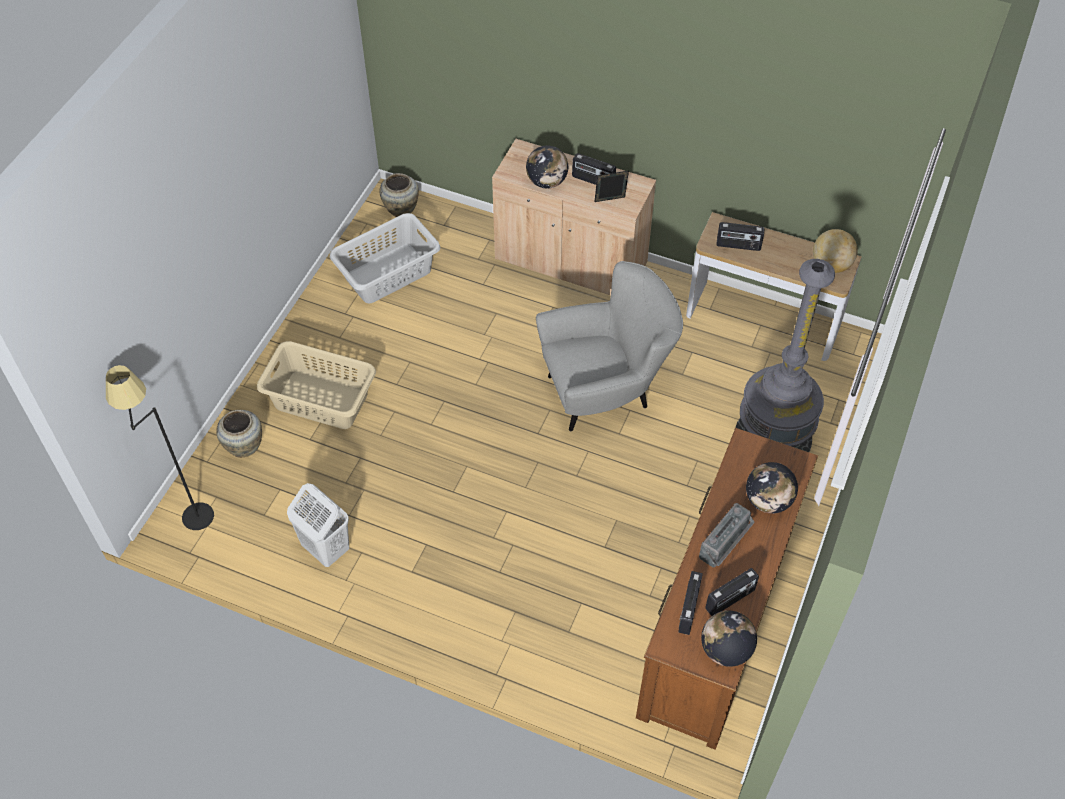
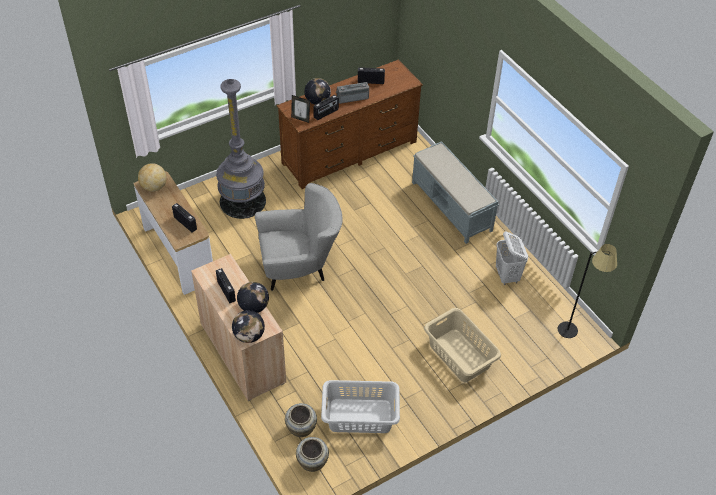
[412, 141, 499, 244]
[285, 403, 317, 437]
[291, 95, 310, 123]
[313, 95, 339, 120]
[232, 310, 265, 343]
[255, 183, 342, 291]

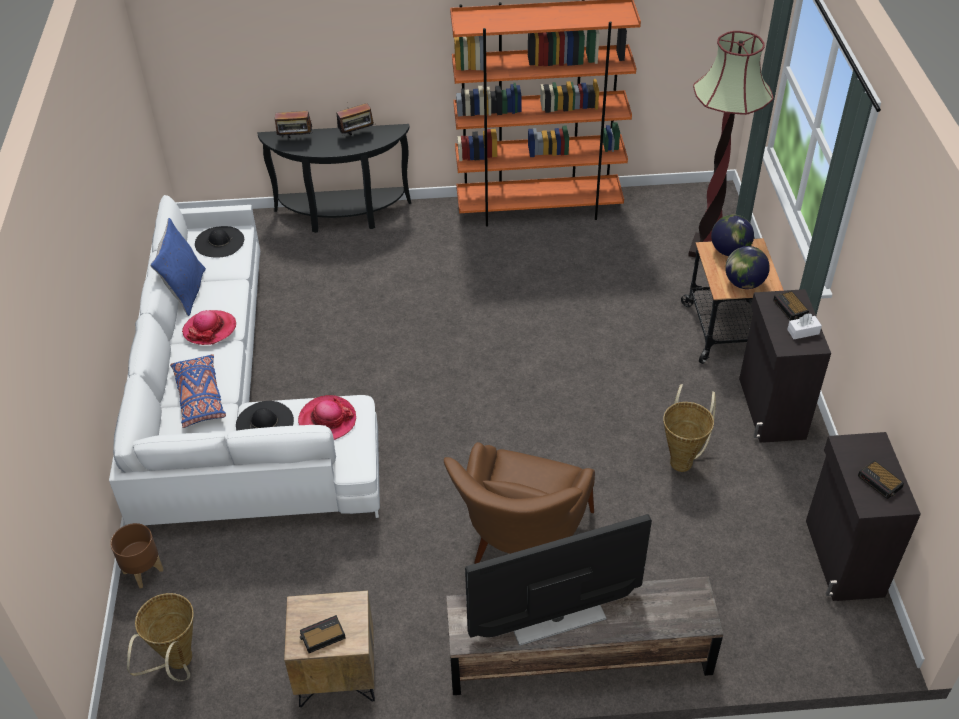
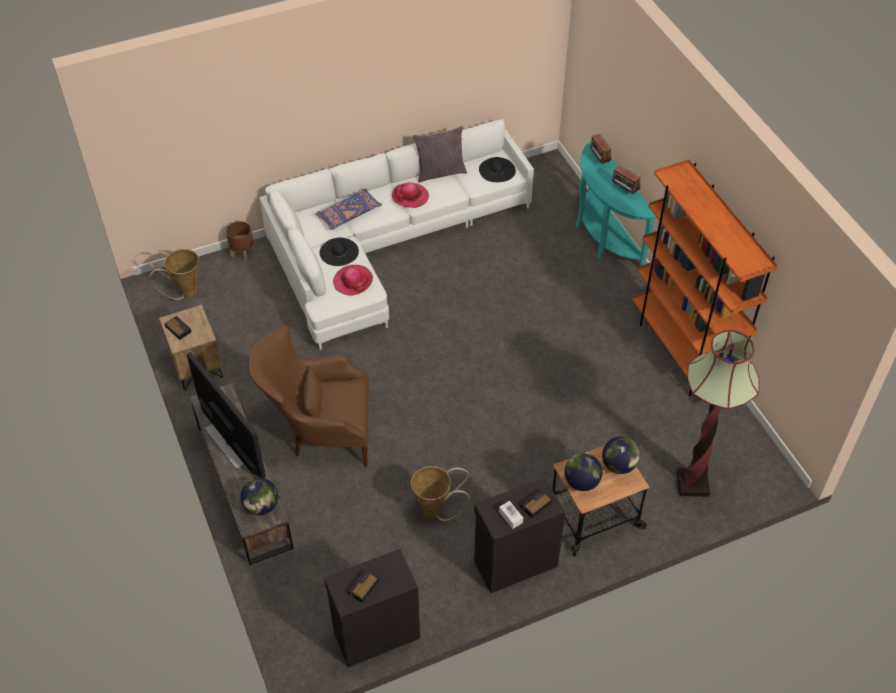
[240, 478, 278, 515]
[413, 126, 467, 182]
[576, 141, 657, 266]

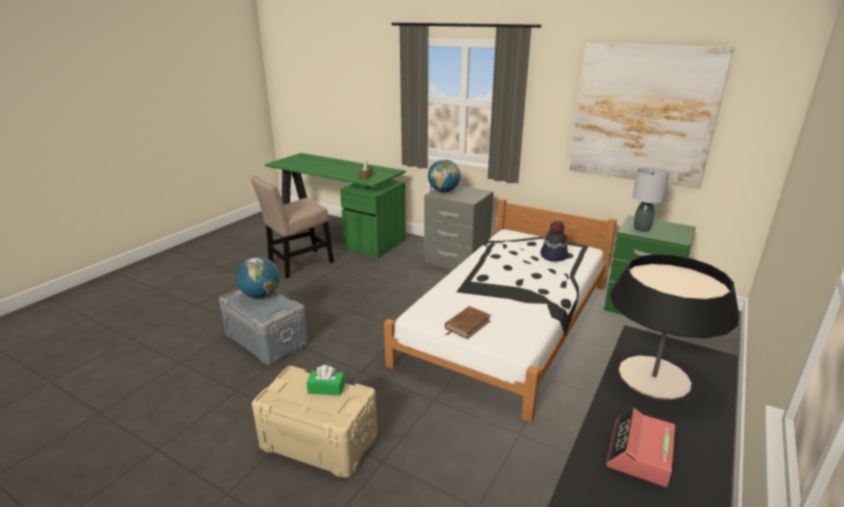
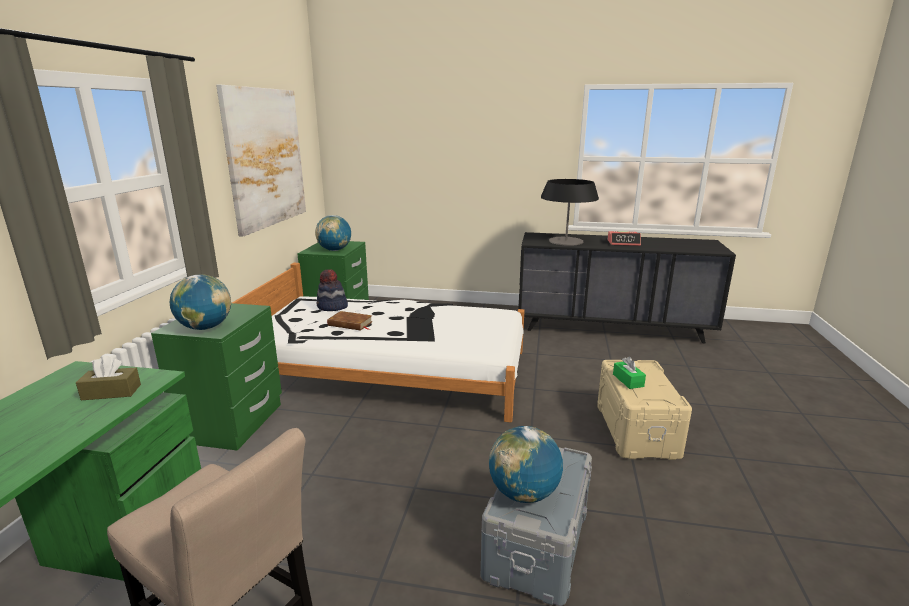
[327, 311, 373, 331]
[315, 215, 351, 251]
[151, 303, 282, 451]

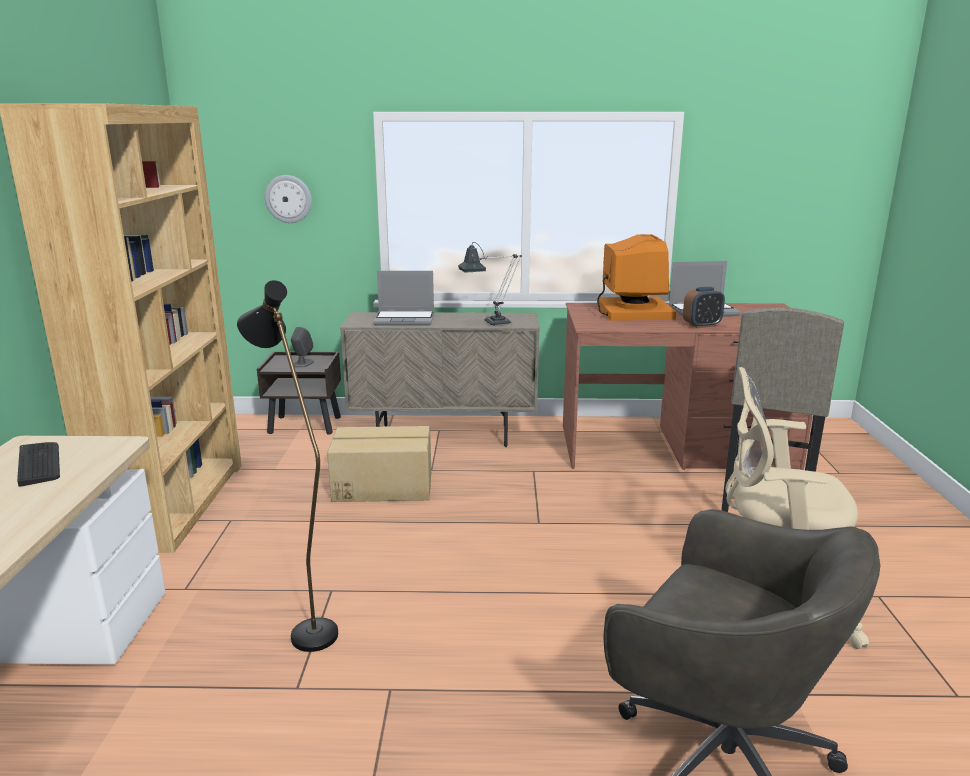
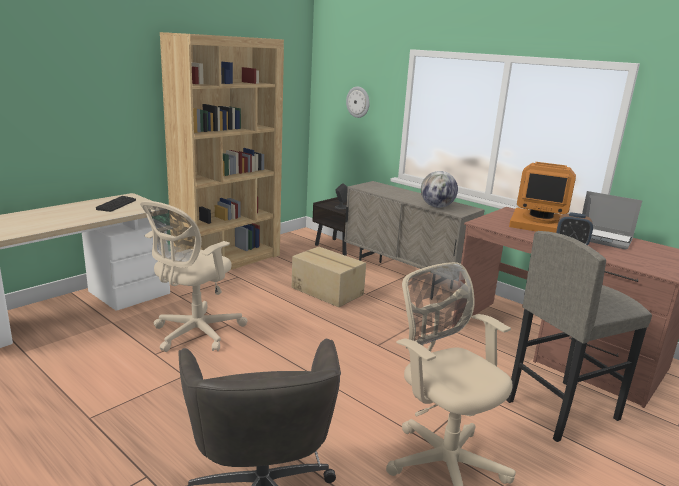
[373, 271, 434, 325] (first image)
[140, 201, 248, 352]
[421, 171, 458, 208]
[509, 162, 576, 233]

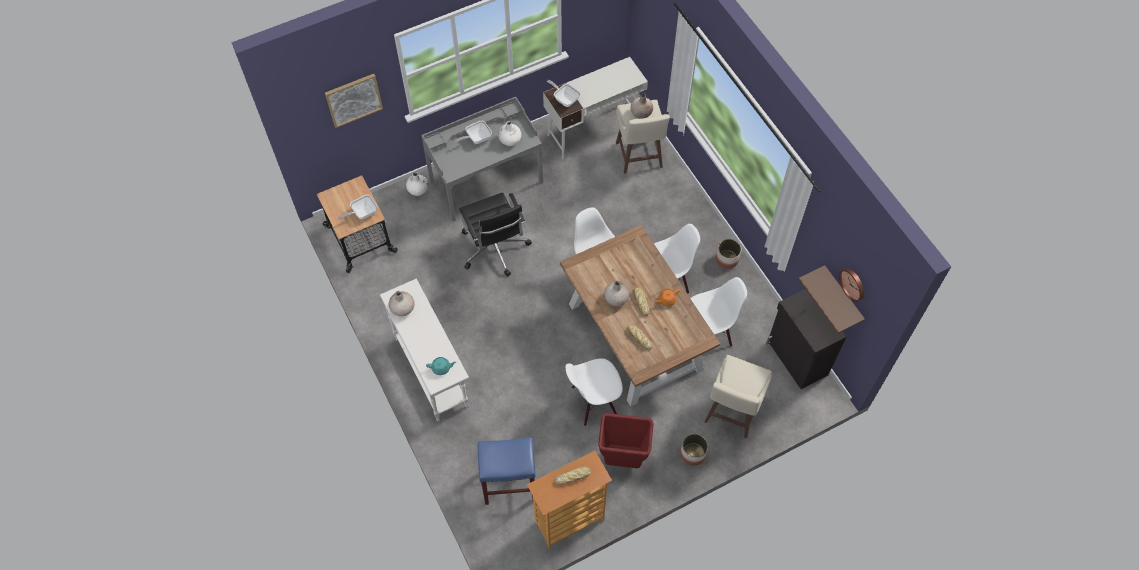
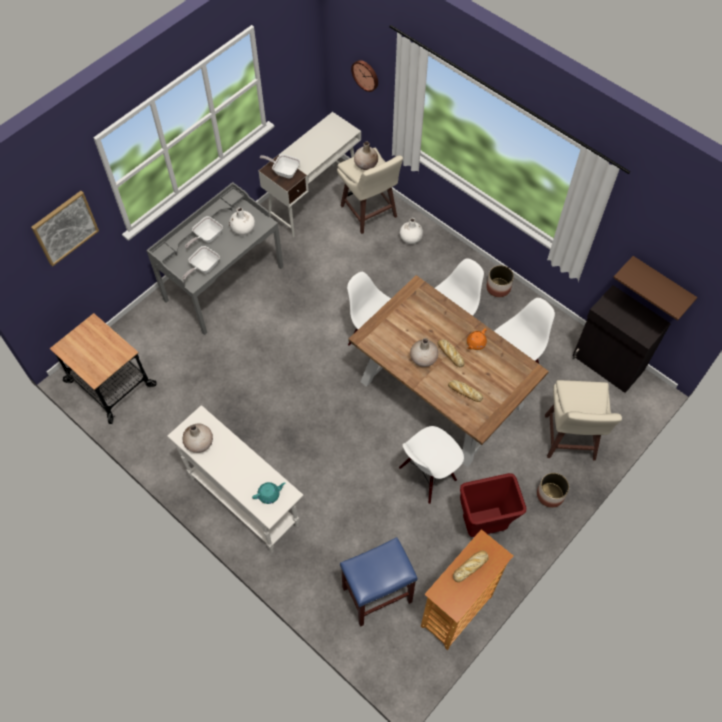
[459, 193, 532, 276] (first image)
[182, 246, 220, 280]
[400, 218, 423, 244]
[351, 60, 378, 92]

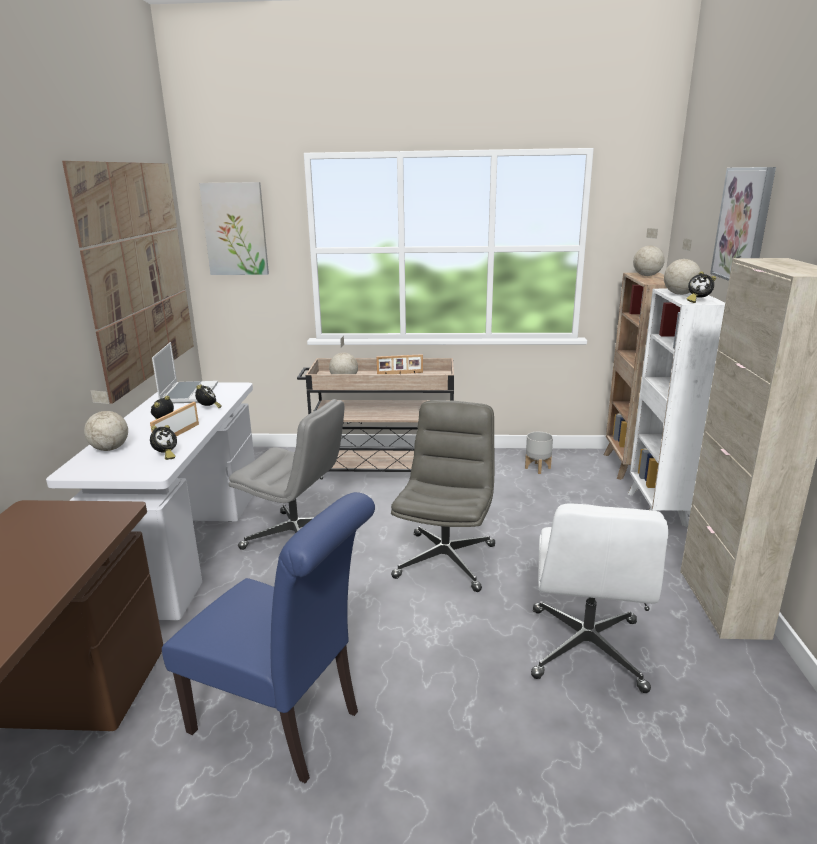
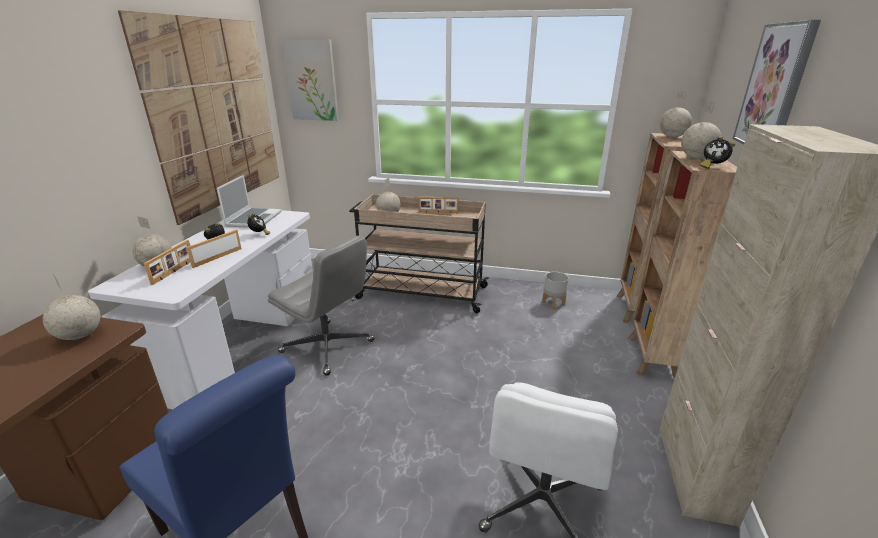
[150, 425, 177, 460] (first image)
[391, 400, 495, 592] (first image)
[43, 274, 100, 340]
[144, 240, 190, 285]
[628, 151, 737, 379]

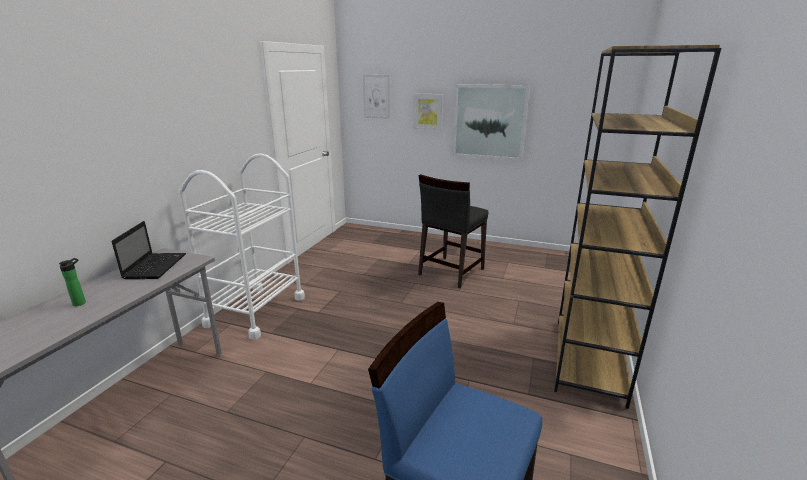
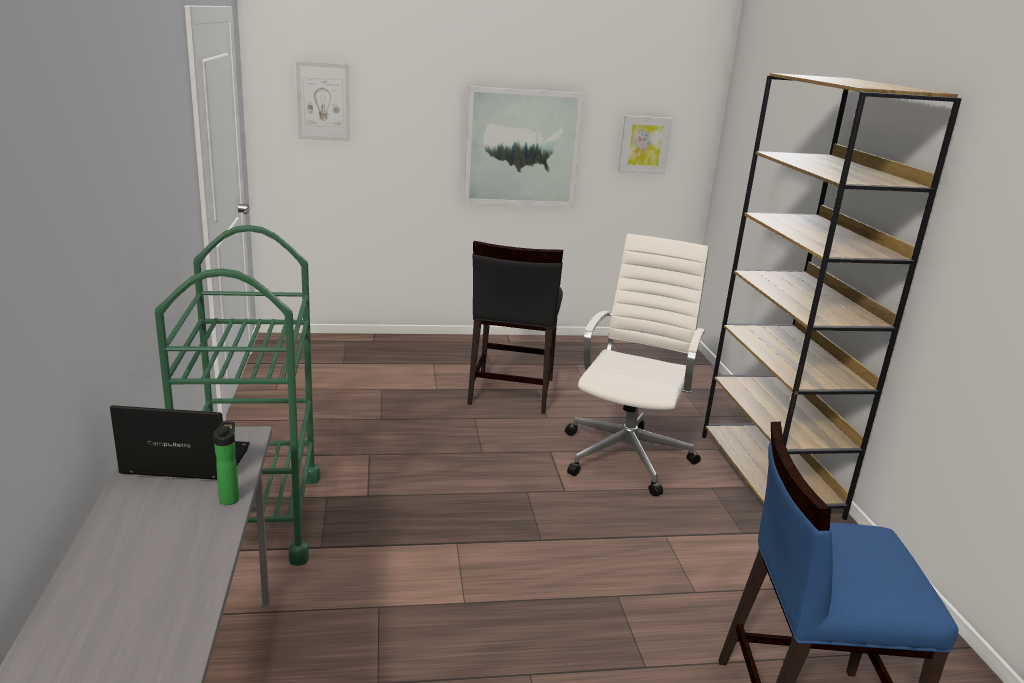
[565, 234, 709, 496]
[213, 421, 239, 505]
[618, 115, 672, 174]
[155, 225, 320, 566]
[110, 405, 250, 480]

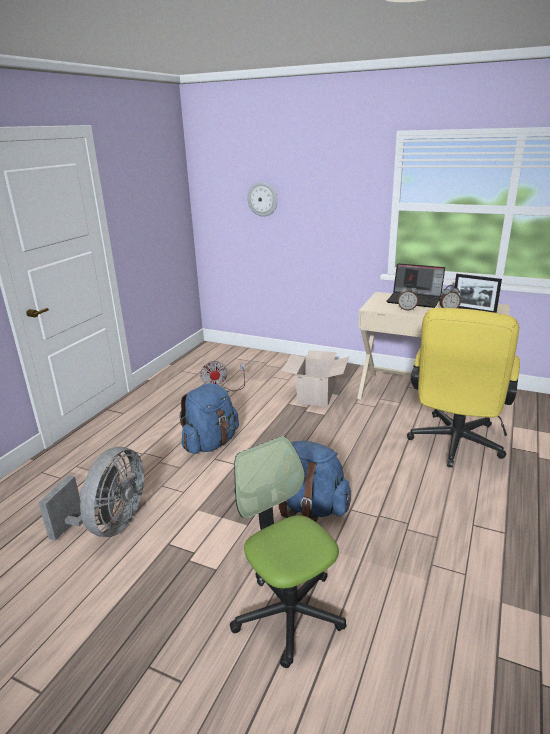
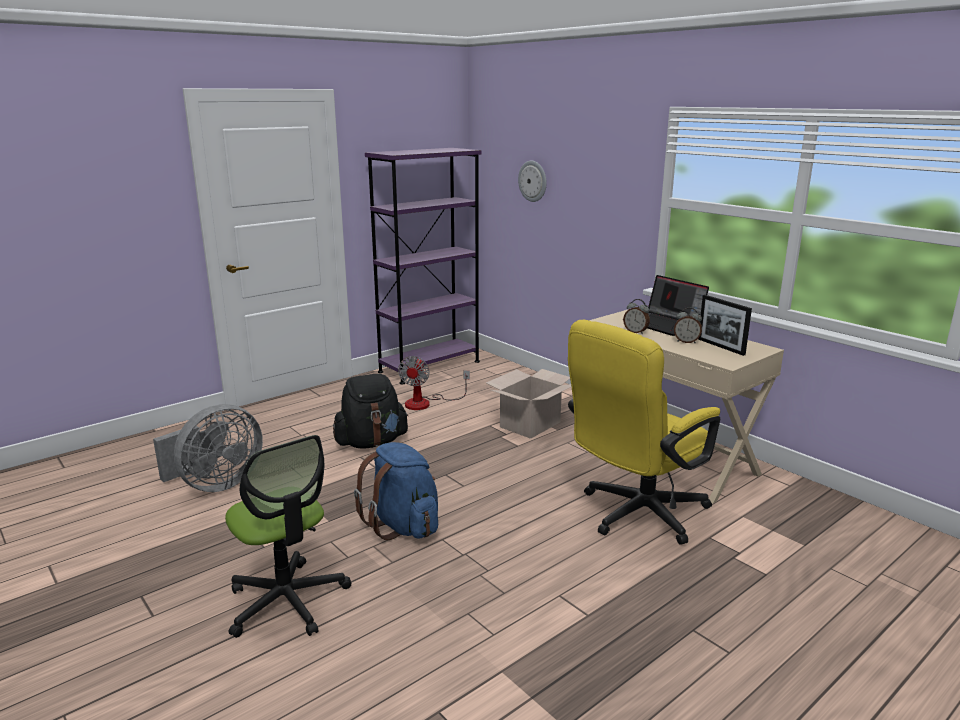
[365, 148, 481, 384]
[333, 374, 408, 448]
[225, 435, 352, 638]

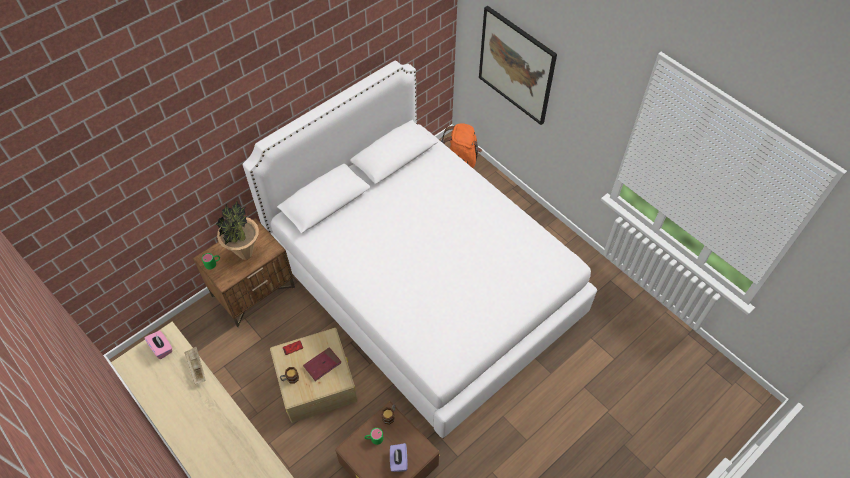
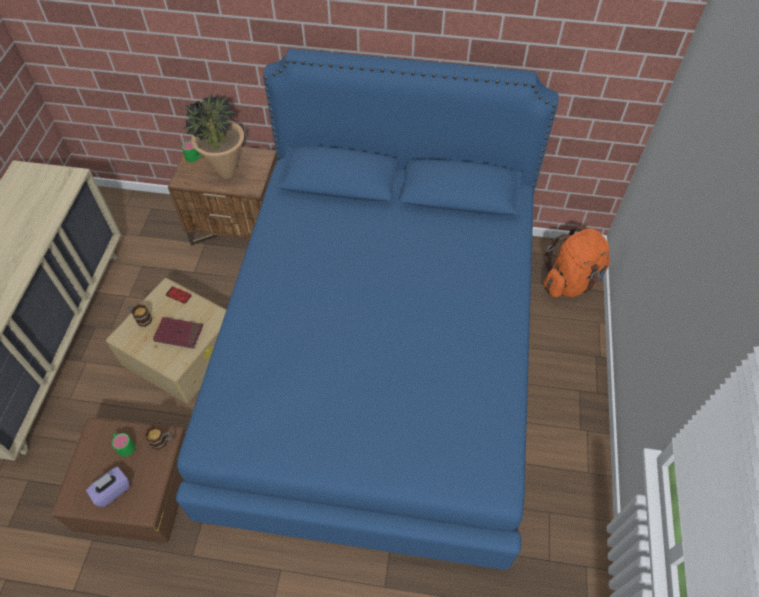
[145, 330, 172, 359] (first image)
[185, 347, 206, 384] (first image)
[479, 6, 557, 125] (first image)
[176, 48, 558, 570]

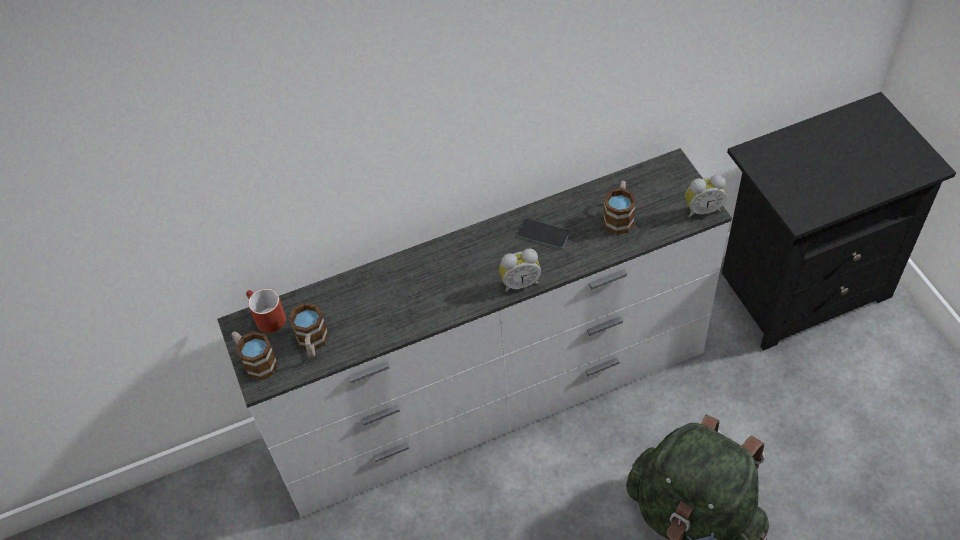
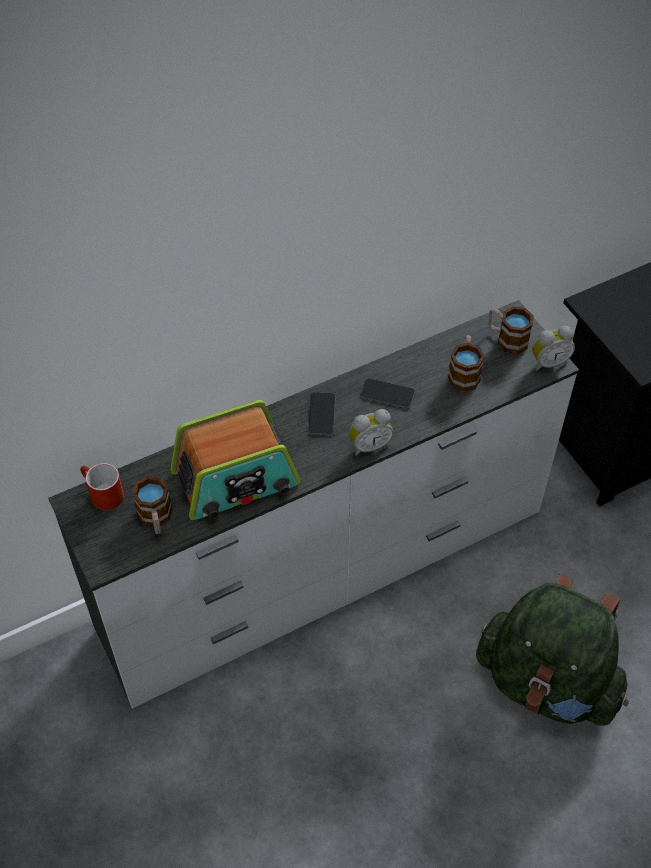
[170, 400, 301, 520]
[308, 392, 336, 435]
[488, 306, 534, 354]

